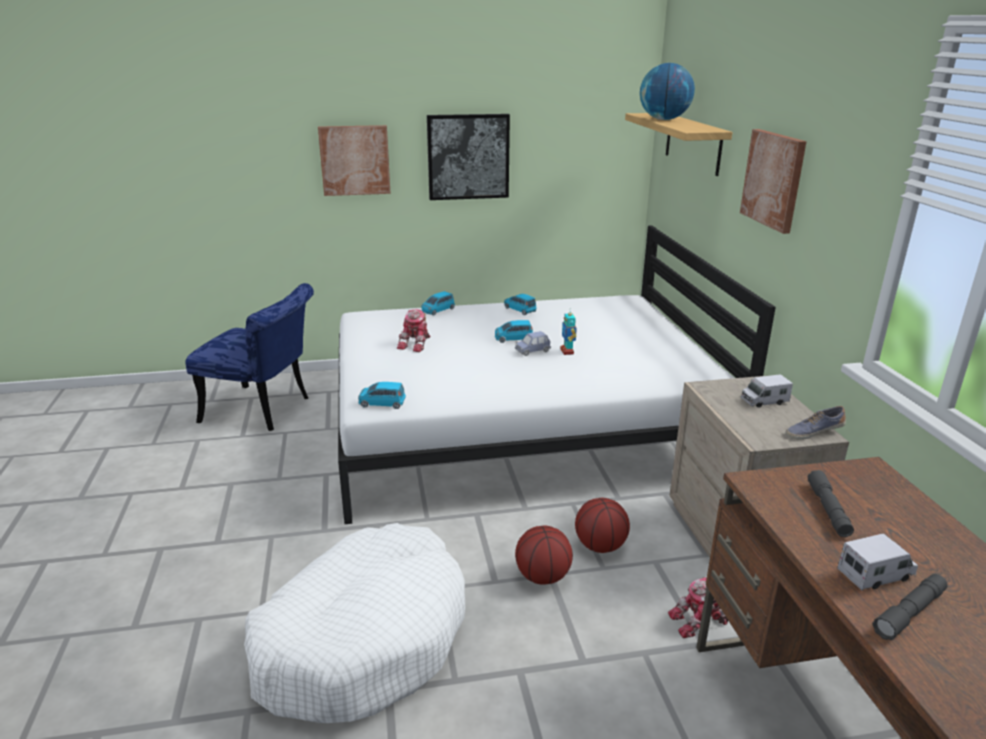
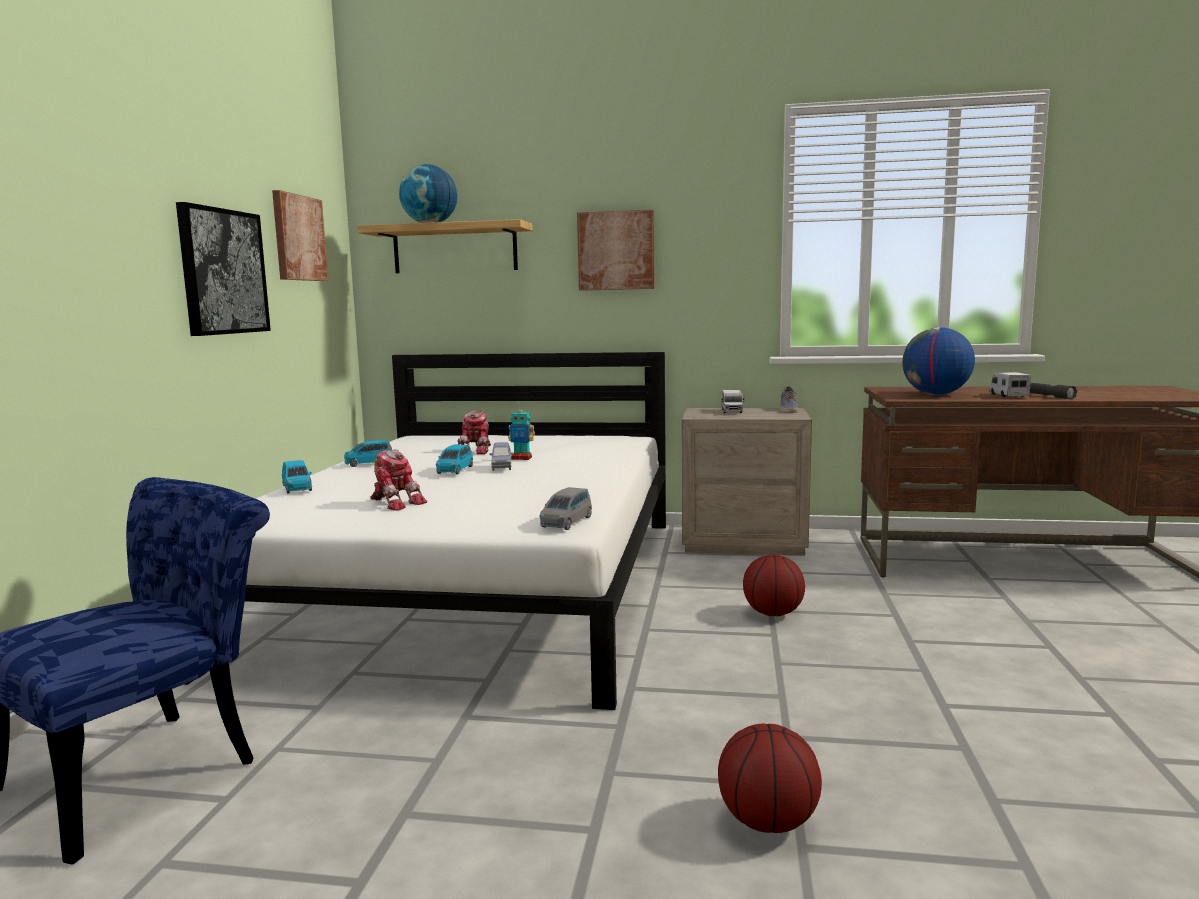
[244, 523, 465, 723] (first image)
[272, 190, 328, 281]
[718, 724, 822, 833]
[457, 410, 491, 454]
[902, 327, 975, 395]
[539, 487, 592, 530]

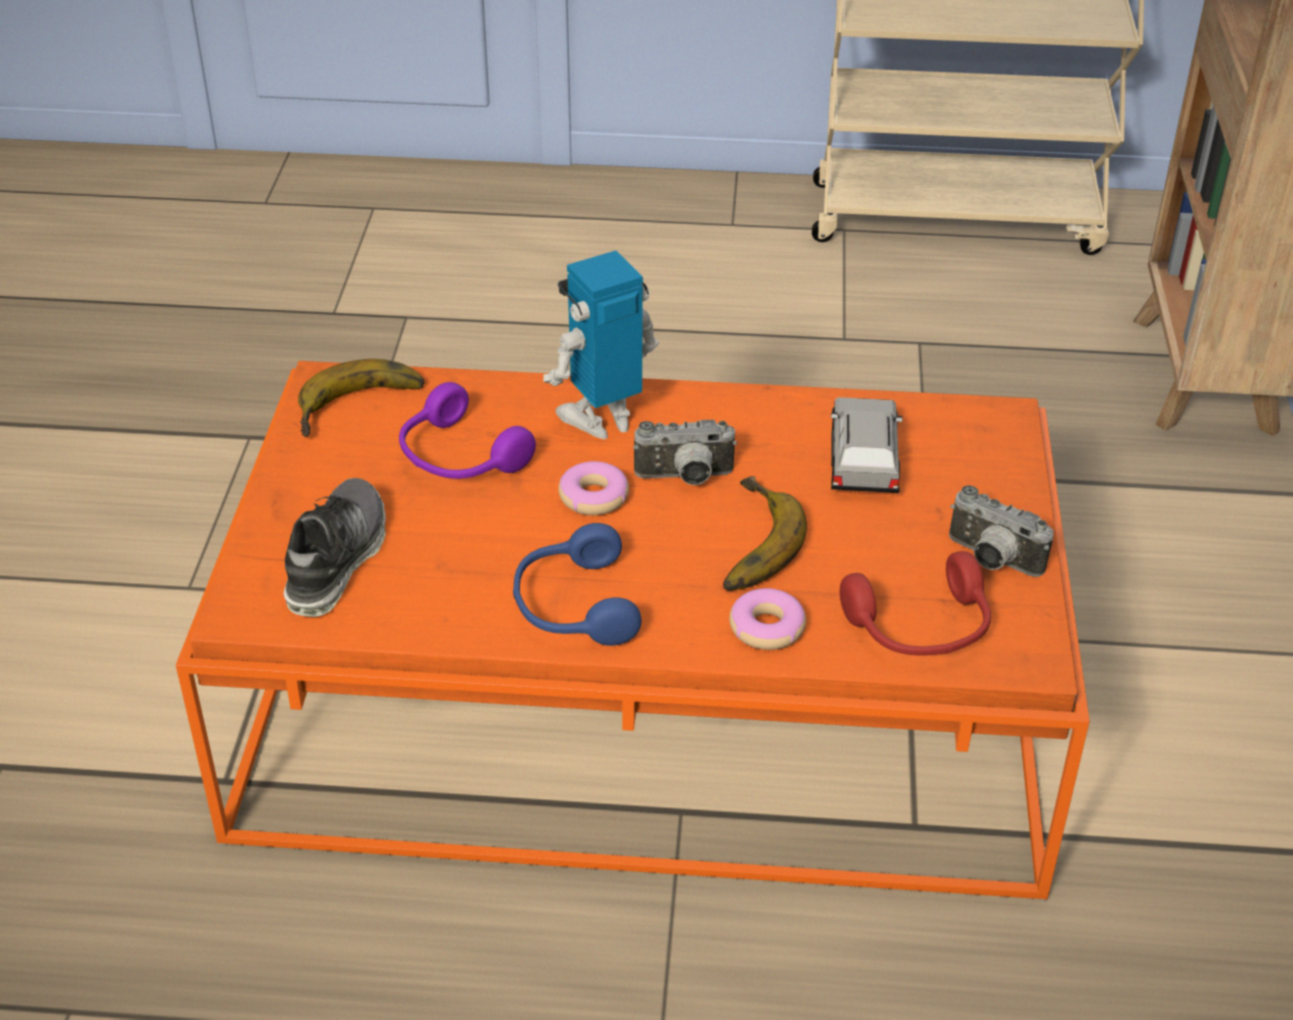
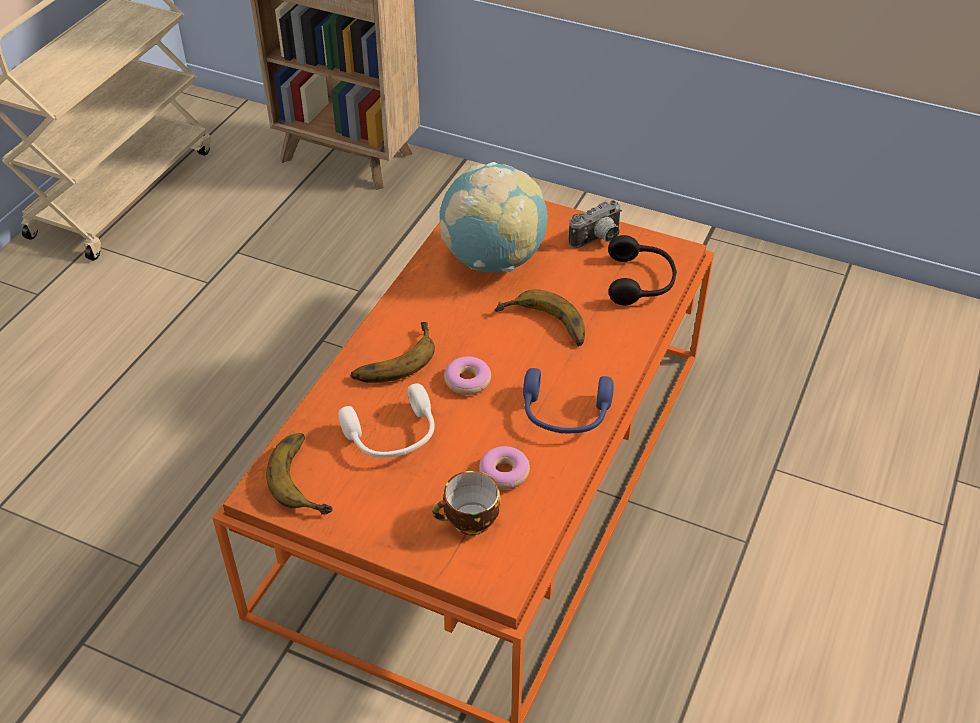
[633, 420, 737, 485] (first image)
[479, 446, 530, 489]
[432, 471, 501, 536]
[351, 322, 435, 383]
[439, 162, 547, 273]
[338, 383, 435, 458]
[608, 235, 677, 305]

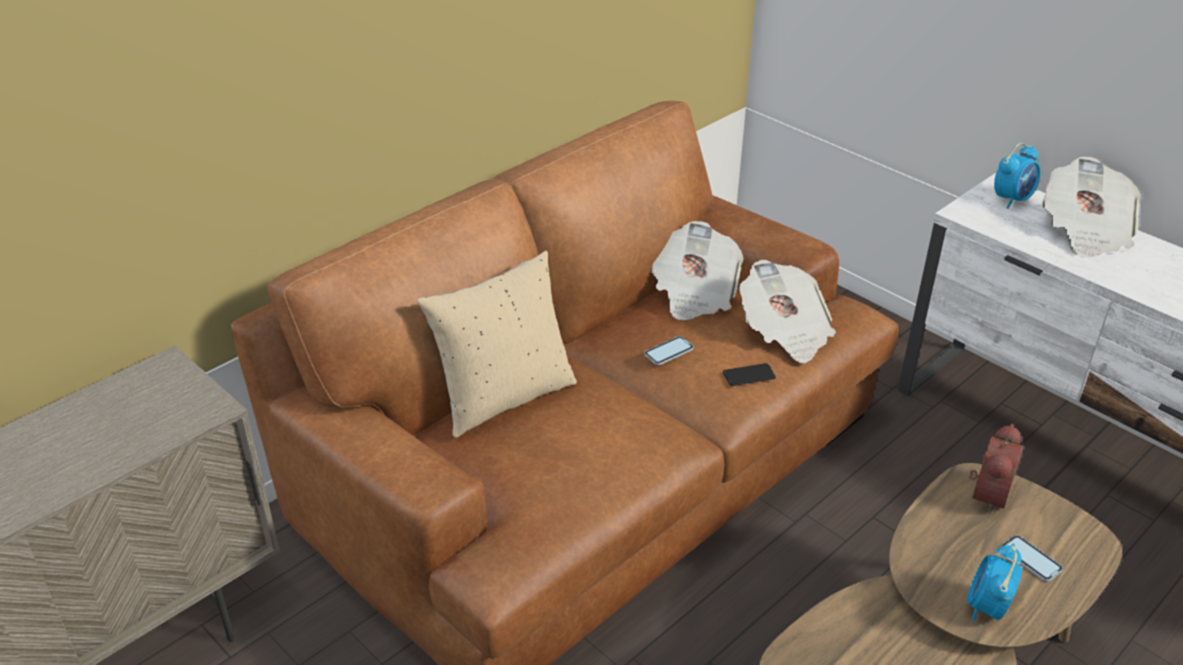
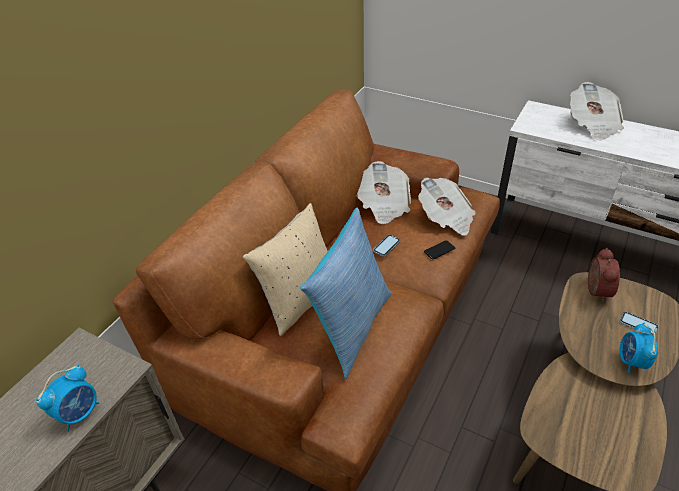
[300, 208, 392, 379]
[36, 364, 99, 432]

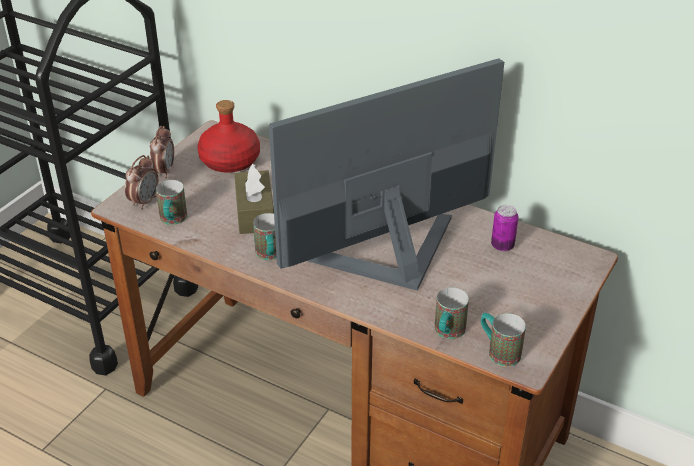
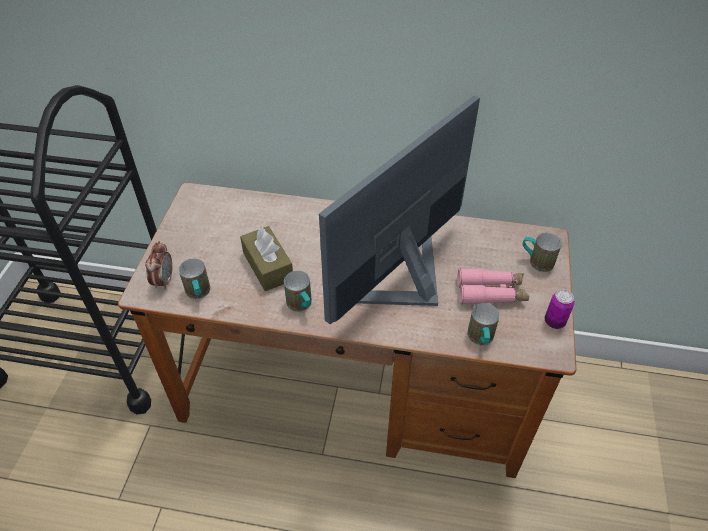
[150, 126, 174, 178] (first image)
[197, 100, 260, 173] (first image)
[457, 268, 529, 304]
[523, 233, 562, 272]
[545, 289, 575, 329]

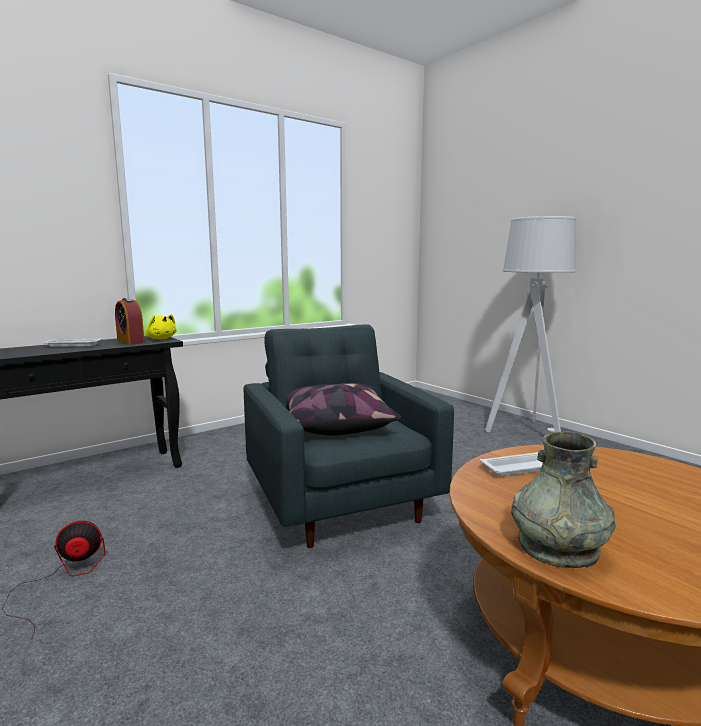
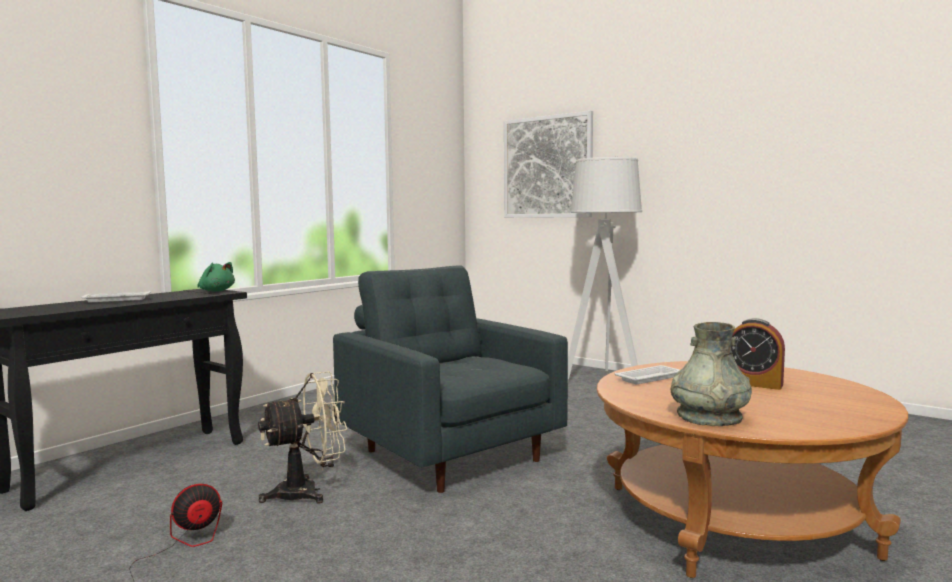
[286, 383, 401, 435] (first image)
[258, 371, 347, 503]
[504, 111, 593, 218]
[731, 318, 785, 390]
[197, 262, 235, 292]

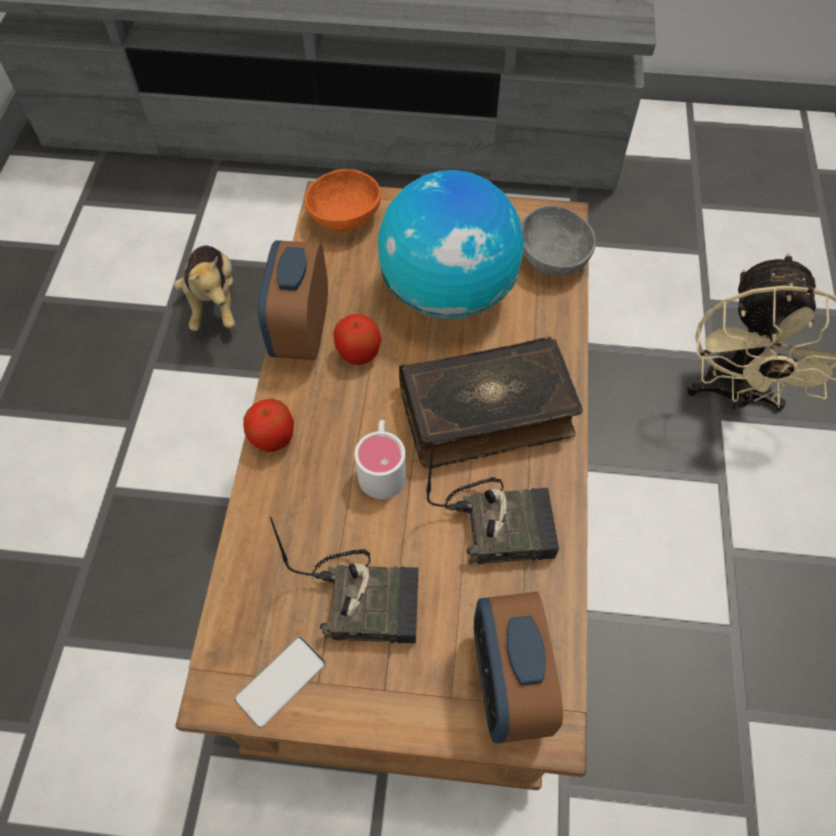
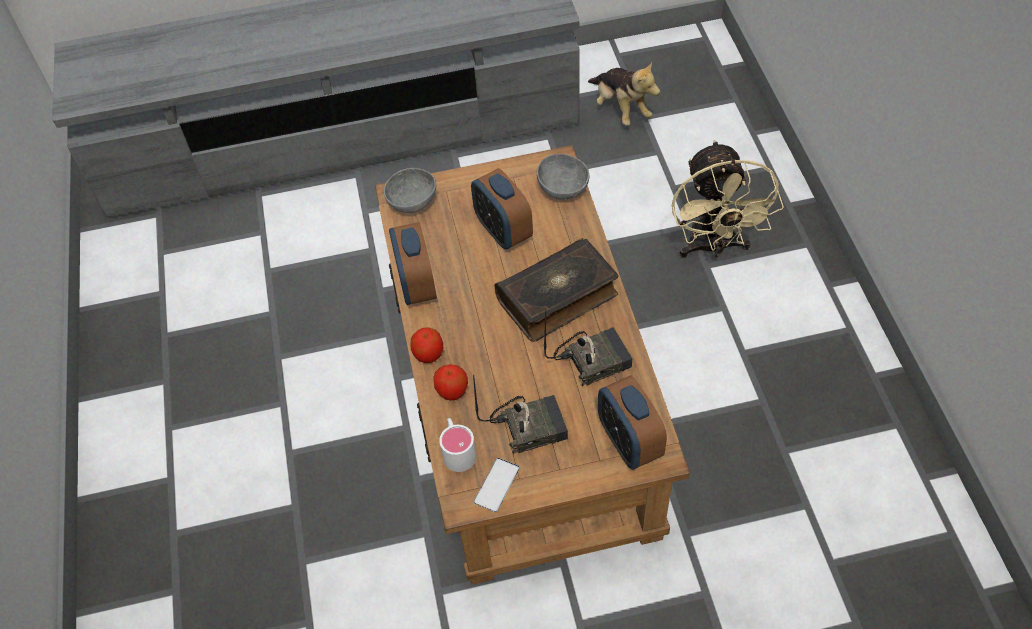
[588, 62, 660, 126]
[433, 364, 468, 401]
[439, 418, 477, 472]
[471, 168, 533, 249]
[384, 168, 436, 213]

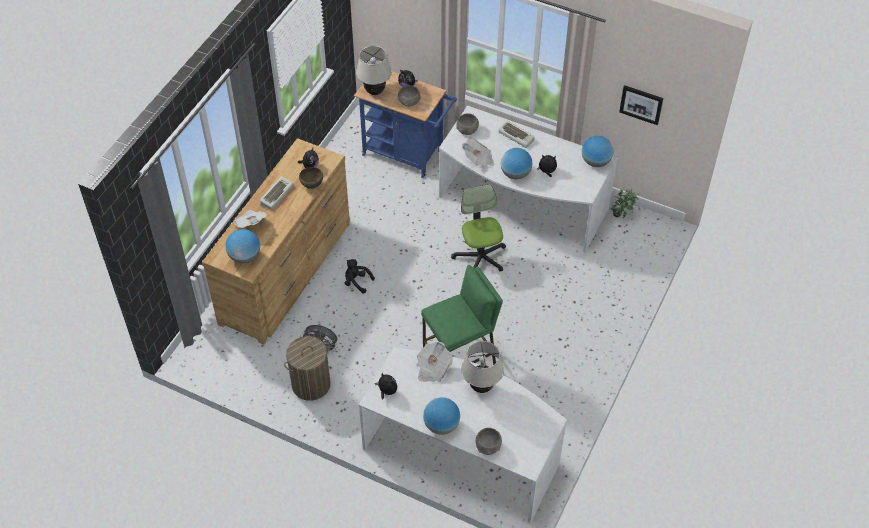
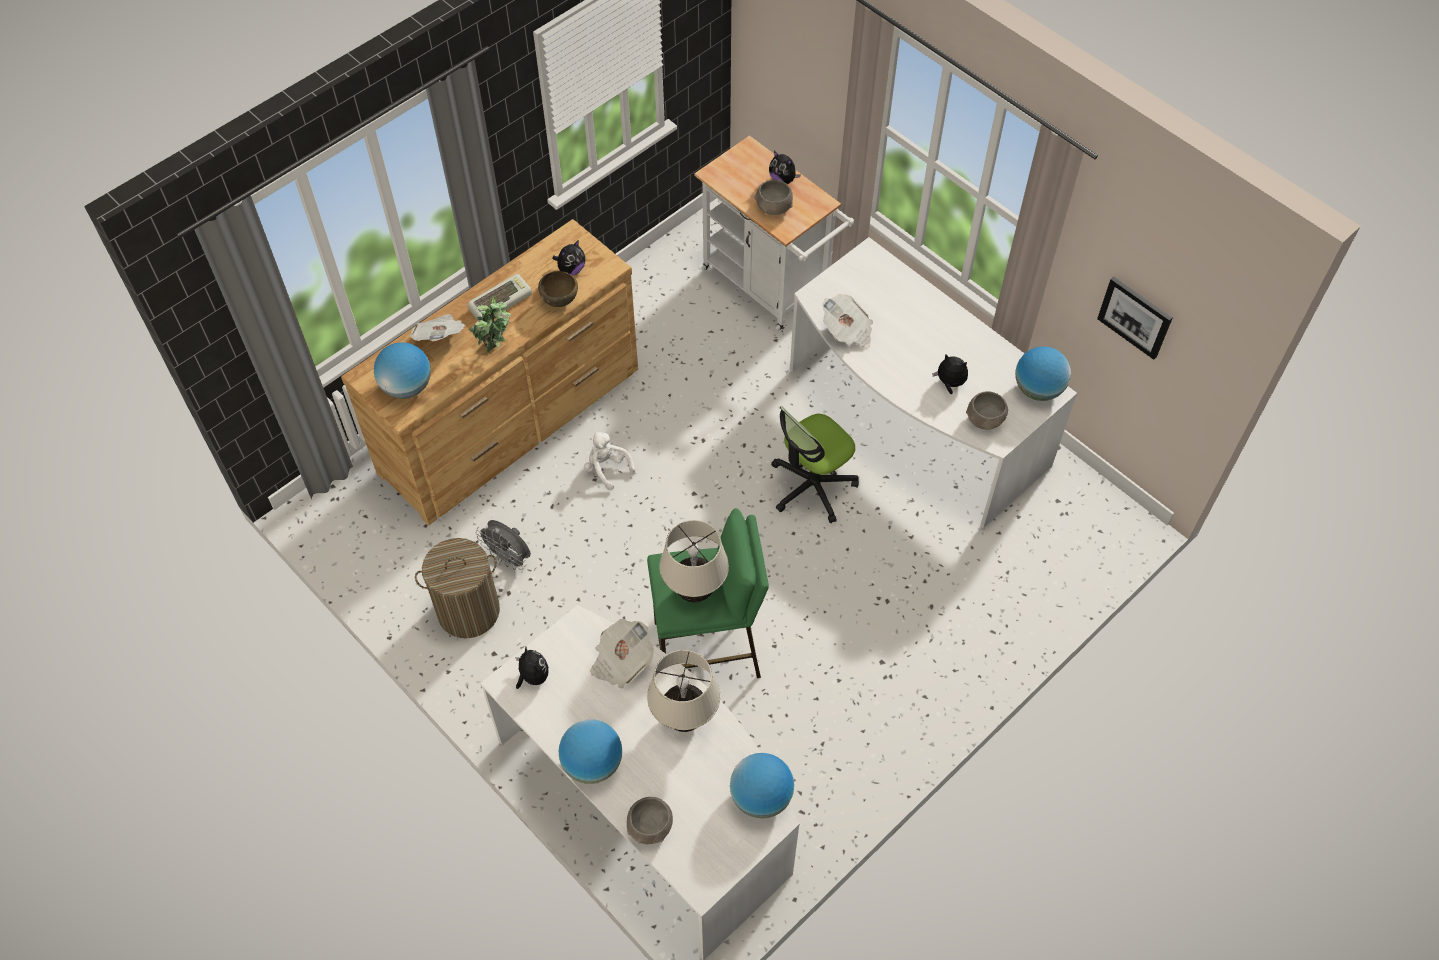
[498, 121, 535, 148] (first image)
[659, 520, 729, 603]
[966, 391, 1008, 430]
[730, 753, 794, 818]
[469, 297, 512, 353]
[584, 431, 635, 490]
[694, 135, 854, 332]
[771, 406, 859, 523]

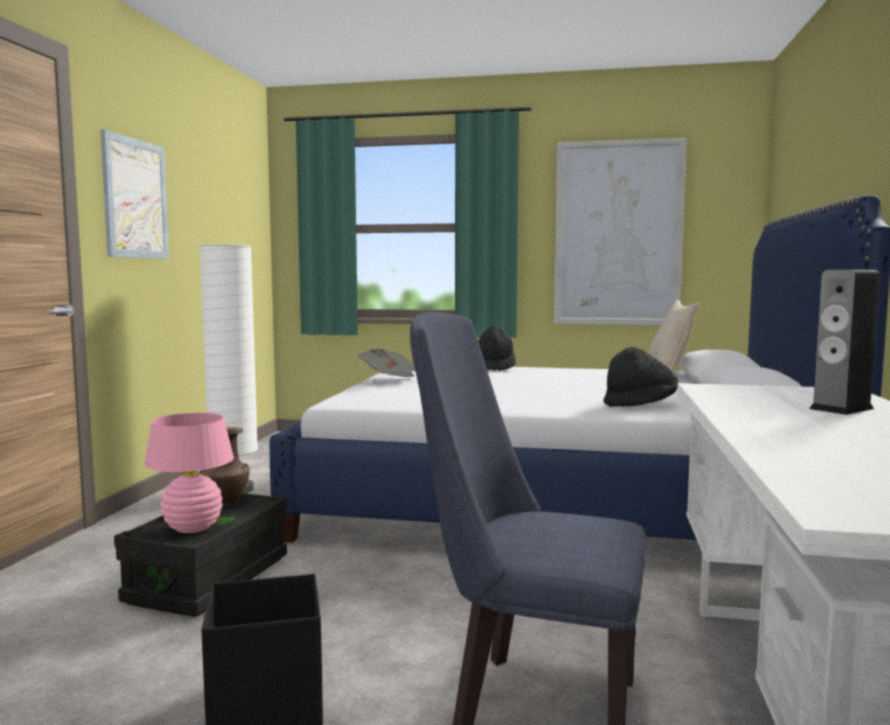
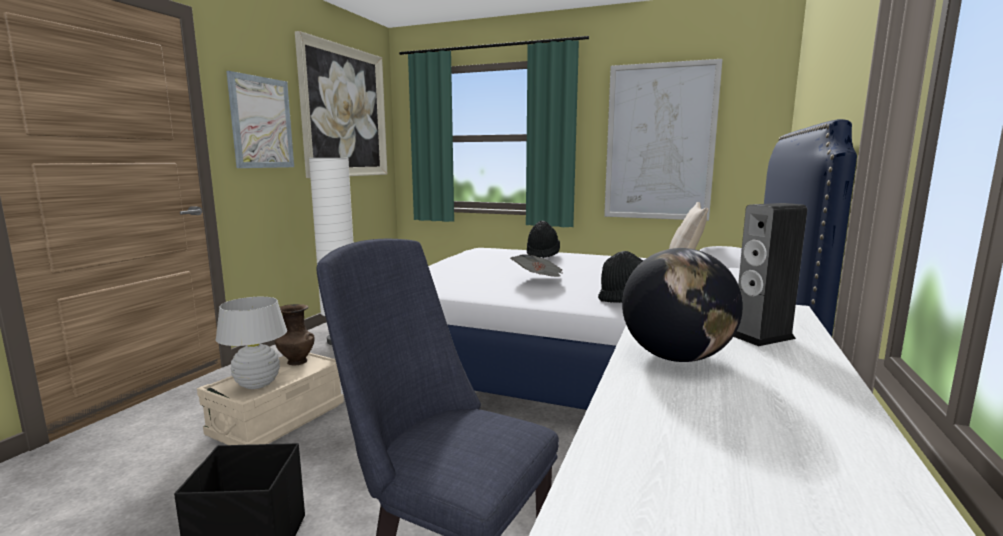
[295, 31, 387, 178]
[622, 248, 743, 362]
[510, 254, 564, 277]
[197, 353, 344, 445]
[216, 296, 287, 389]

